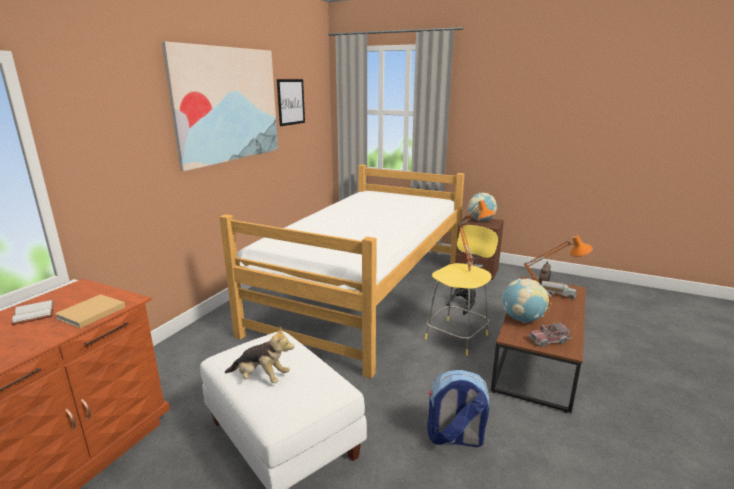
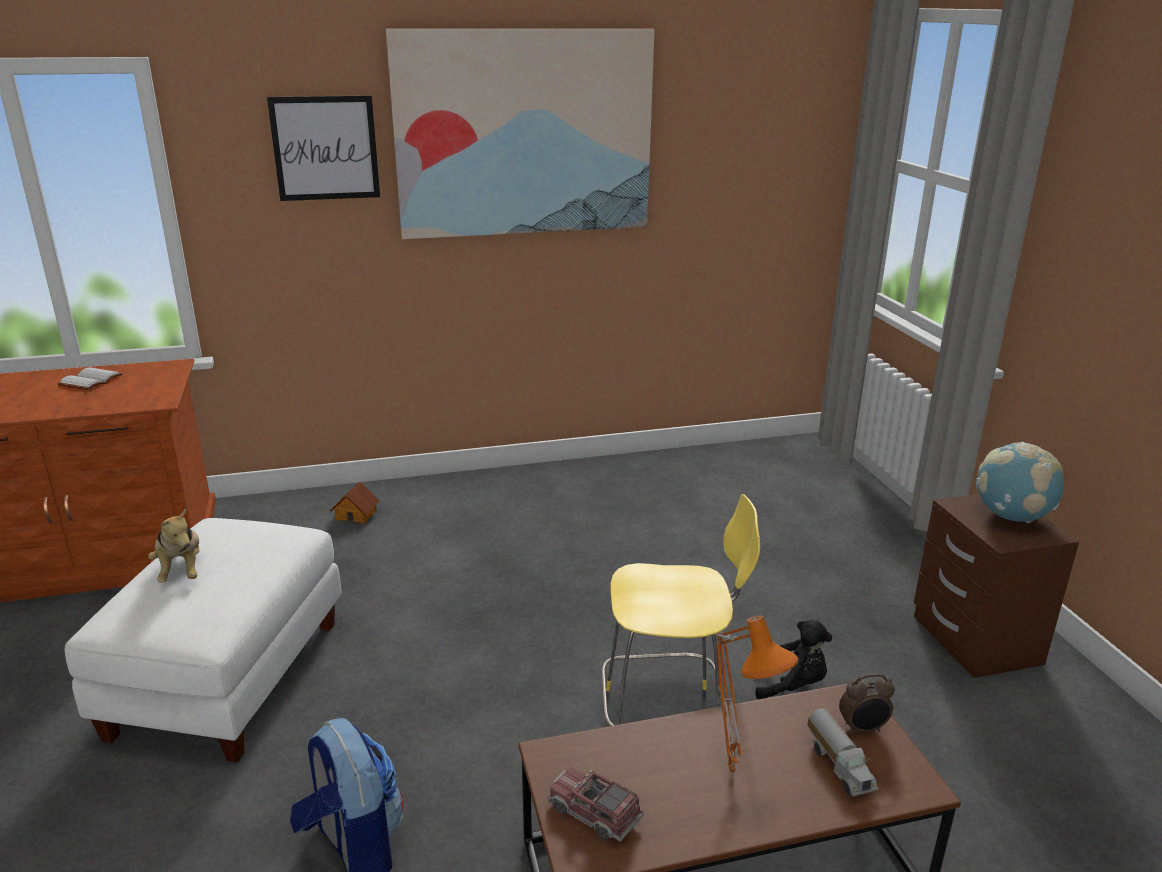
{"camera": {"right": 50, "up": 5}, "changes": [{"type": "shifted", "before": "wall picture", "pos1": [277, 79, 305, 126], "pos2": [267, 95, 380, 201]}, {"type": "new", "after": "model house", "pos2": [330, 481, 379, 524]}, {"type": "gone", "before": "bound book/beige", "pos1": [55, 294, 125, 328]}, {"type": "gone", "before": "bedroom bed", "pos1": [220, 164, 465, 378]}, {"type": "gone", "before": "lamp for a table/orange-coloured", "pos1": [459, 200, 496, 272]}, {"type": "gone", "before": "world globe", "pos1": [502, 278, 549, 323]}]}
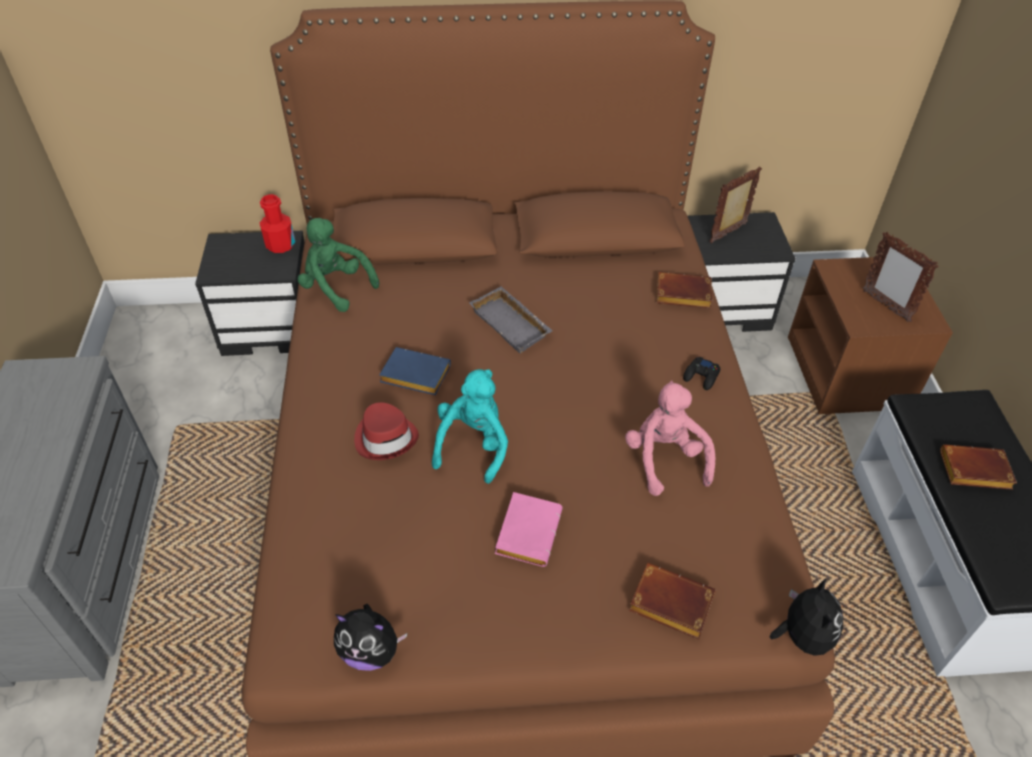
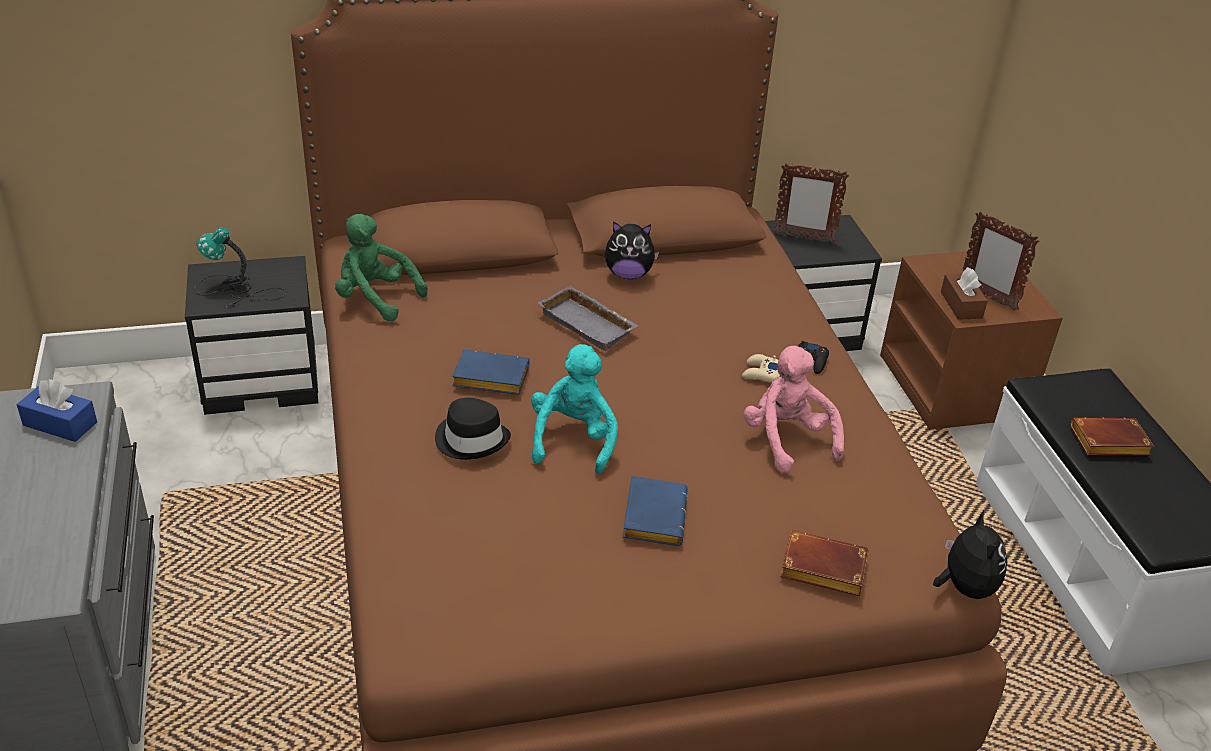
{"camera": {"right": -10, "up": -10}, "changes": [{"type": "new", "after": "tissue holder/blue", "pos2": [17, 379, 97, 442]}, {"type": "new", "after": "lamp for a table", "pos2": [195, 227, 287, 309]}, {"type": "repainted", "before": "clothing hat/red-coloured", "after": "clothing hat/black", "pos1": [354, 402, 419, 460], "pos2": [435, 398, 511, 460]}, {"type": "shifted", "before": "soft toy", "pos1": [334, 604, 407, 671], "pos2": [605, 221, 659, 279]}, {"type": "repainted", "before": "bound book/pinkish", "after": "bound book/blue", "pos1": [495, 492, 563, 567], "pos2": [622, 476, 688, 546]}, {"type": "new", "after": "joypad/beige", "pos2": [742, 354, 780, 383]}, {"type": "rotated", "before": "standing frame", "pos1": [709, 166, 762, 243], "pos2": [774, 163, 849, 243], "turn": -120}, {"type": "new", "after": "tissue holder/brown", "pos2": [941, 267, 988, 320]}, {"type": "gone", "before": "bottle/red-coloured", "pos1": [260, 194, 295, 253]}, {"type": "gone", "before": "bound book/brown", "pos1": [657, 272, 712, 308]}]}
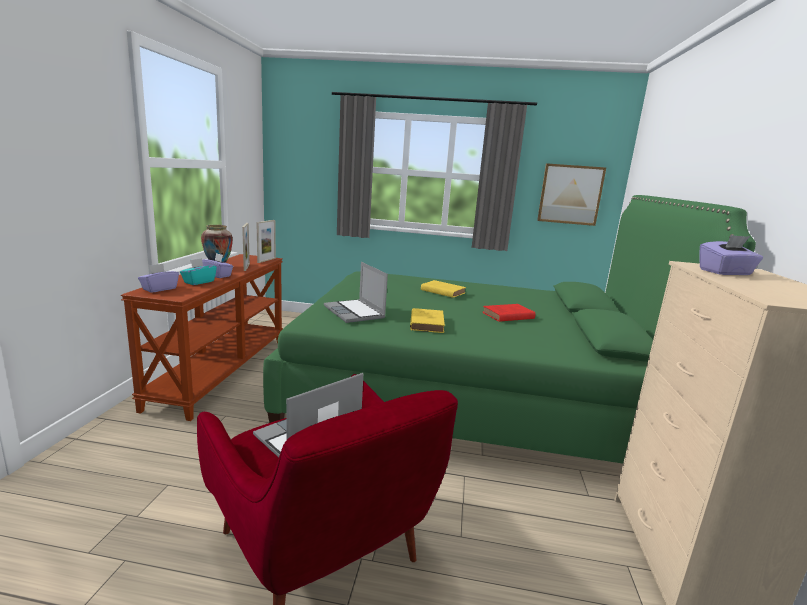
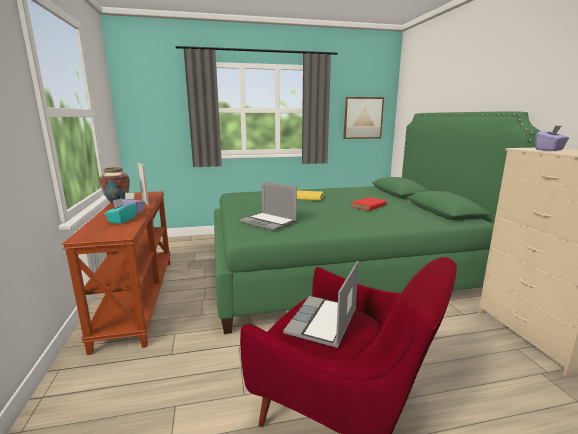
{"camera": {"right": -20, "up": 0}, "changes": [{"type": "gone", "before": "tissue holder/purple-coloured", "pos1": [138, 264, 179, 293]}, {"type": "gone", "before": "standing frame", "pos1": [256, 220, 276, 263]}, {"type": "gone", "before": "bound book/yellowish", "pos1": [410, 308, 445, 333]}]}
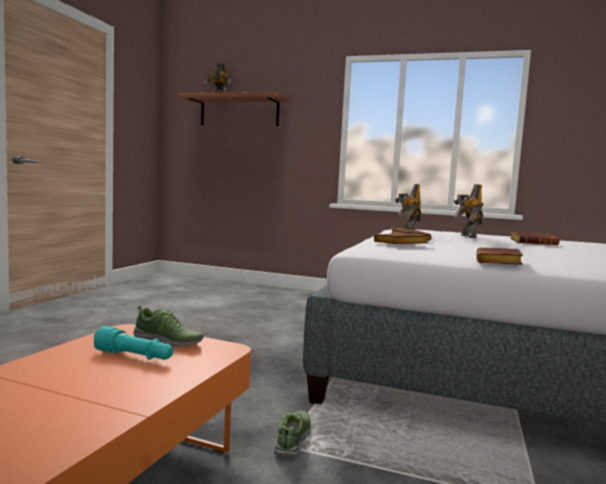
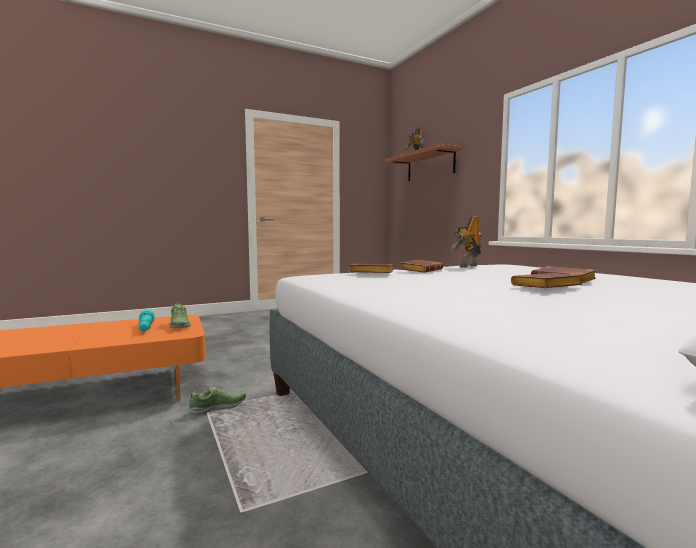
{"camera": {"right": 45, "up": 0}, "changes": [{"type": "shifted", "before": "bound book/brown", "pos1": [476, 247, 523, 265], "pos2": [511, 273, 582, 288]}, {"type": "gone", "before": "toy robot", "pos1": [454, 184, 484, 238]}]}
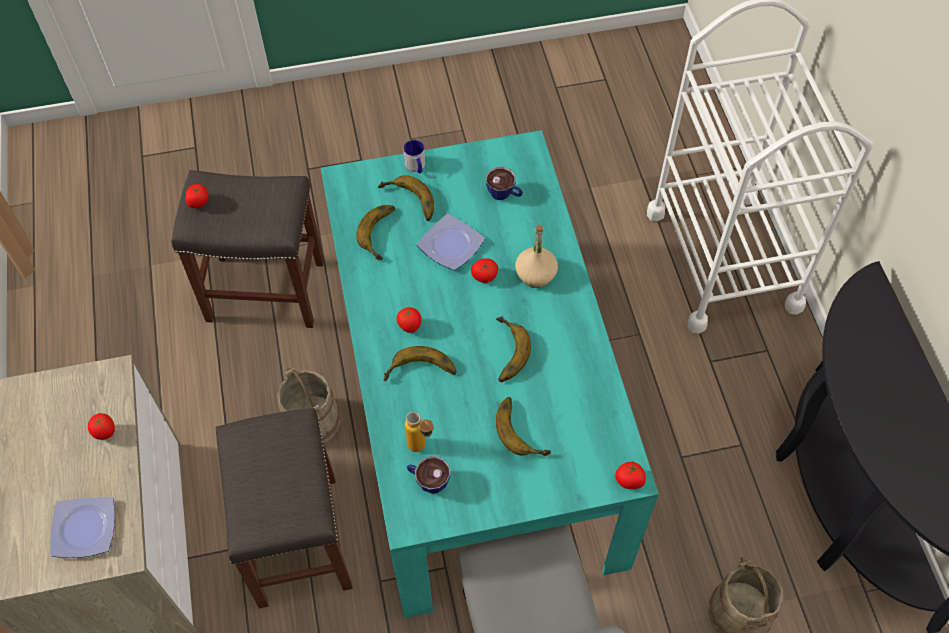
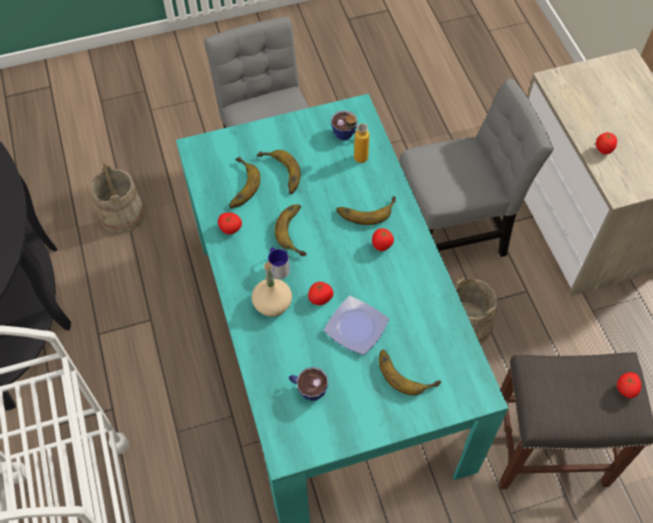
{"camera": {"right": 175, "up": 0}, "changes": [{"type": "shifted", "before": "tomato", "pos1": [615, 461, 646, 489], "pos2": [218, 212, 242, 234]}, {"type": "shifted", "before": "whole banana", "pos1": [356, 205, 395, 260], "pos2": [229, 157, 260, 209]}, {"type": "shifted", "before": "mug", "pos1": [403, 140, 425, 173], "pos2": [268, 247, 290, 279]}, {"type": "swapped", "before": "stool seat/greyish", "after": "chair/greyish", "pos1": [216, 408, 353, 609], "pos2": [399, 79, 553, 257]}, {"type": "gone", "before": "dinner plate", "pos1": [50, 497, 115, 558]}]}
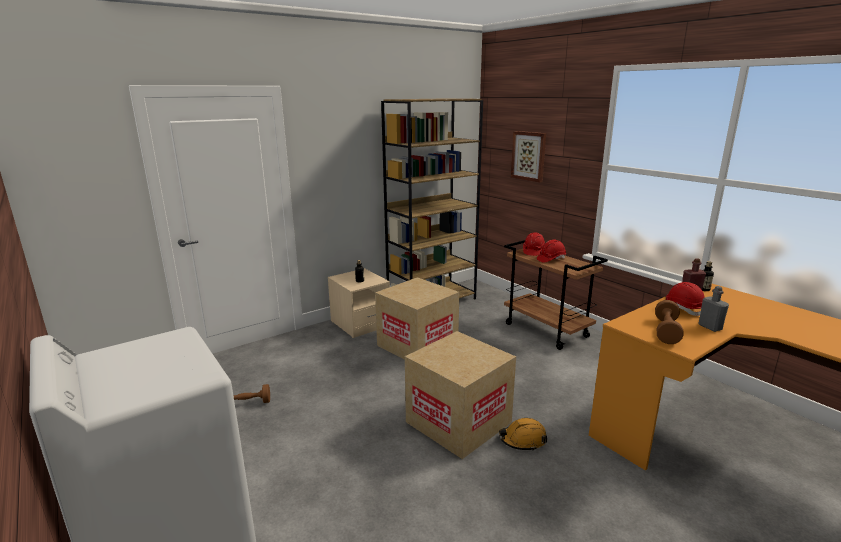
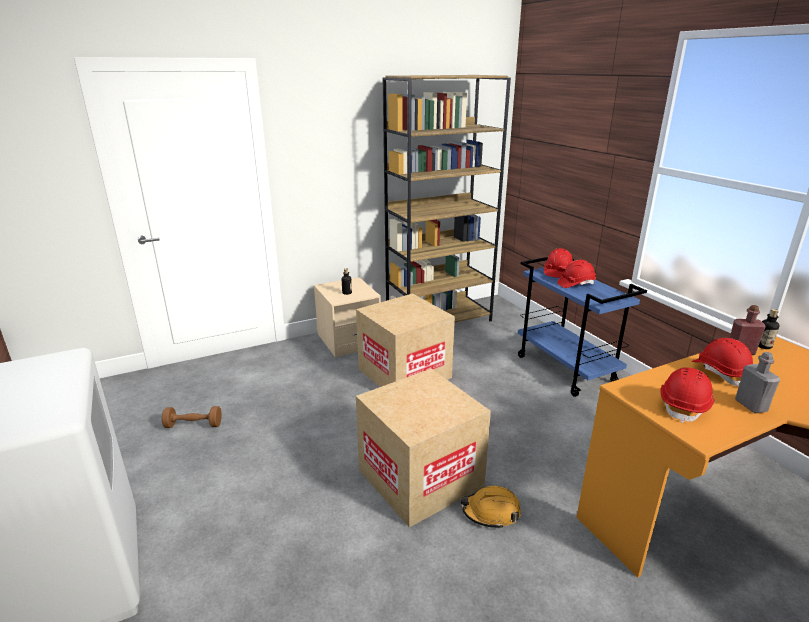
{"camera": {"right": 10, "up": 5}, "changes": [{"type": "repainted", "before": "trolley/brown", "after": "trolley/blue", "pos1": [504, 240, 608, 350], "pos2": [518, 257, 647, 397]}, {"type": "swapped", "before": "hand weight/brown", "after": "safety helmet/red-coloured", "pos1": [655, 300, 684, 344], "pos2": [660, 367, 714, 423]}, {"type": "gone", "before": "wall picture", "pos1": [511, 131, 546, 182]}]}
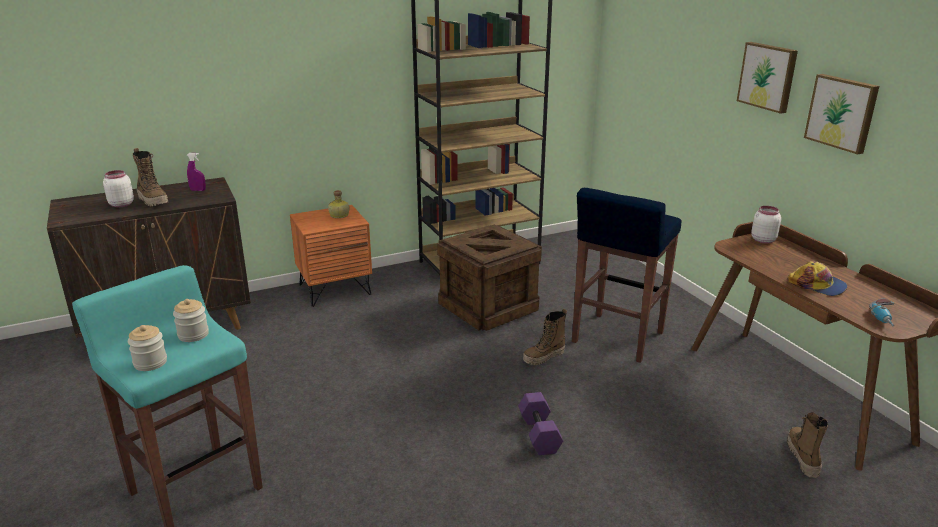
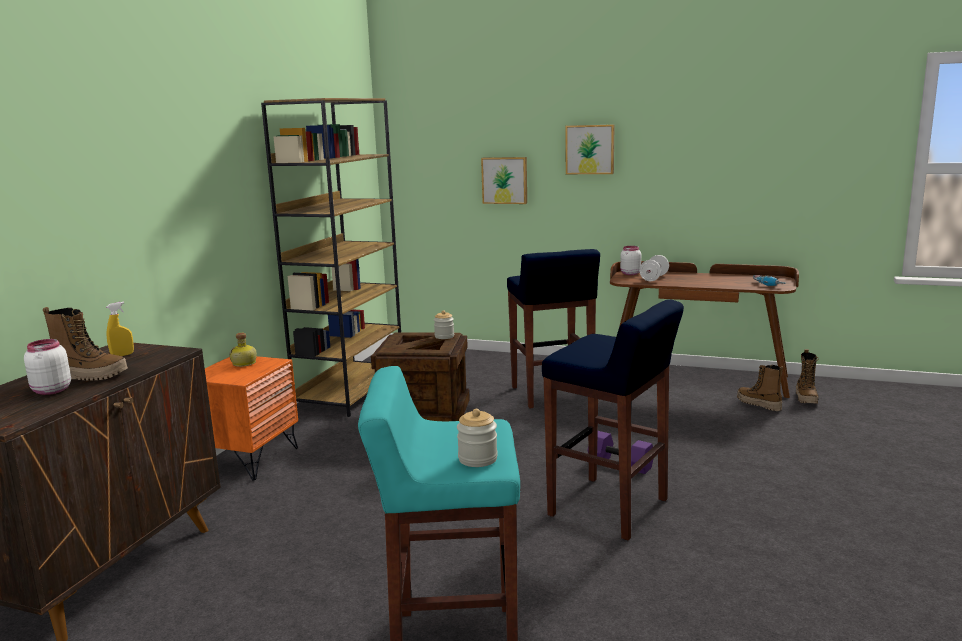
{"camera": {"right": -45, "up": -10}, "changes": [{"type": "repainted", "before": "hand sprayer/purple-coloured", "after": "hand sprayer/yellowish", "pos1": [187, 153, 206, 191], "pos2": [107, 302, 134, 356]}, {"type": "shifted", "before": "preserve jar", "pos1": [173, 299, 209, 342], "pos2": [434, 310, 454, 339]}, {"type": "shifted", "before": "wall picture", "pos1": [804, 74, 879, 154], "pos2": [481, 157, 527, 204]}, {"type": "new", "after": "stool seat/blue", "pos2": [542, 299, 684, 540]}, {"type": "new", "after": "hand weight/white", "pos2": [639, 255, 669, 281]}, {"type": "shifted", "before": "high-top boot", "pos1": [523, 309, 567, 365], "pos2": [796, 349, 819, 404]}, {"type": "gone", "before": "baseball cap", "pos1": [788, 261, 848, 296]}]}
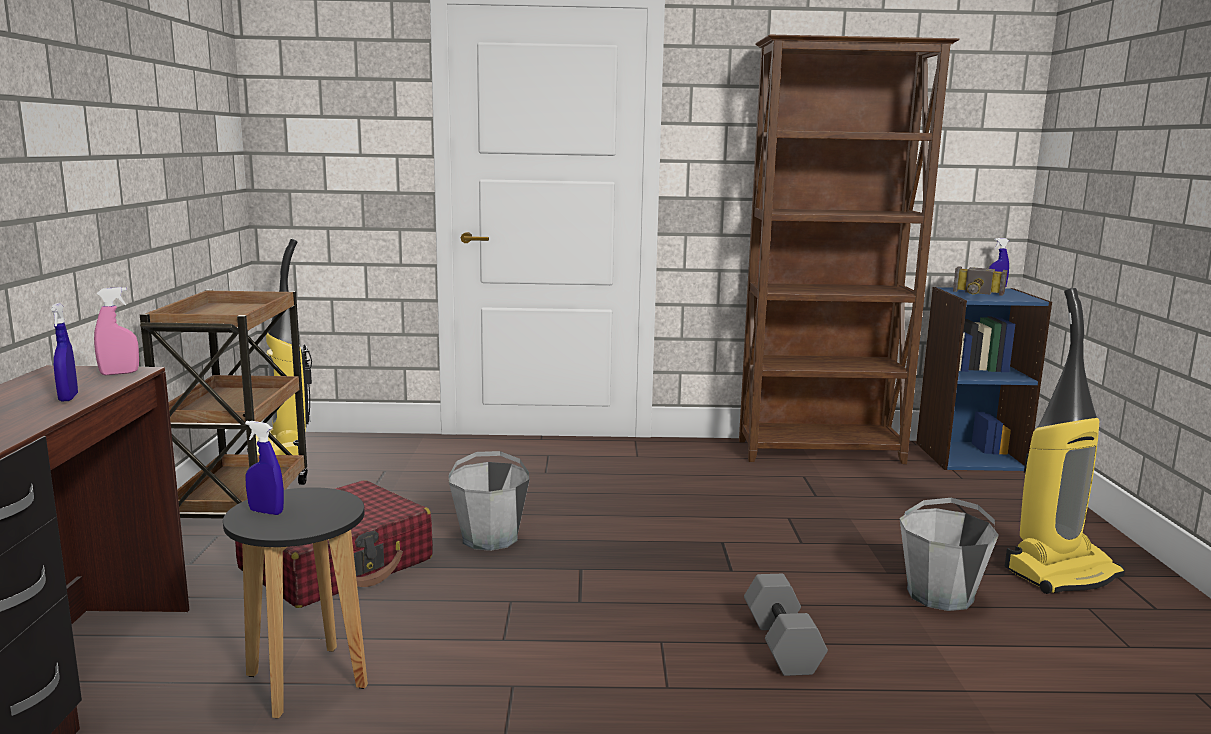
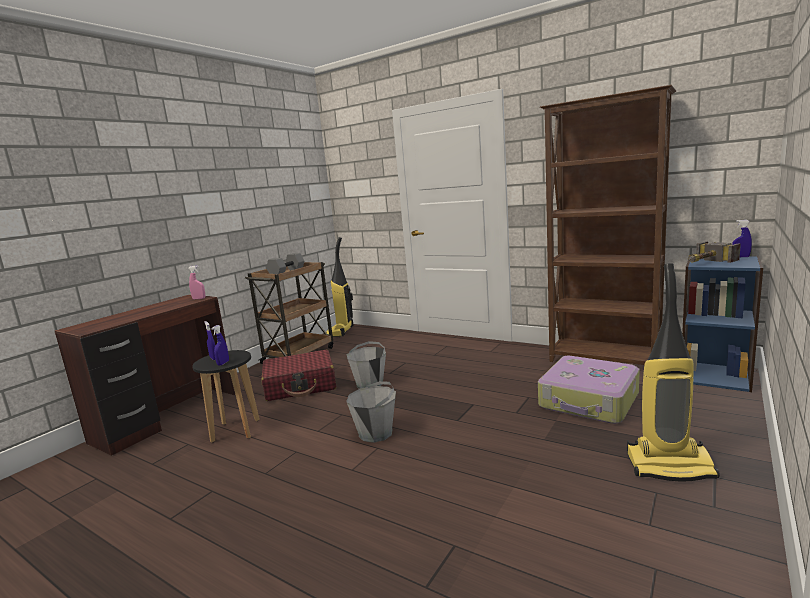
{"camera": {"right": 35, "up": 0}, "changes": [{"type": "shifted", "before": "hand sprayer/blue", "pos1": [51, 303, 78, 401], "pos2": [211, 325, 229, 366]}, {"type": "shifted", "before": "hand weight/greyish", "pos1": [744, 574, 828, 676], "pos2": [266, 253, 304, 274]}, {"type": "shifted", "before": "pail/greyish", "pos1": [899, 498, 999, 611], "pos2": [346, 381, 396, 443]}, {"type": "new", "after": "suitcase", "pos2": [538, 356, 640, 424]}]}
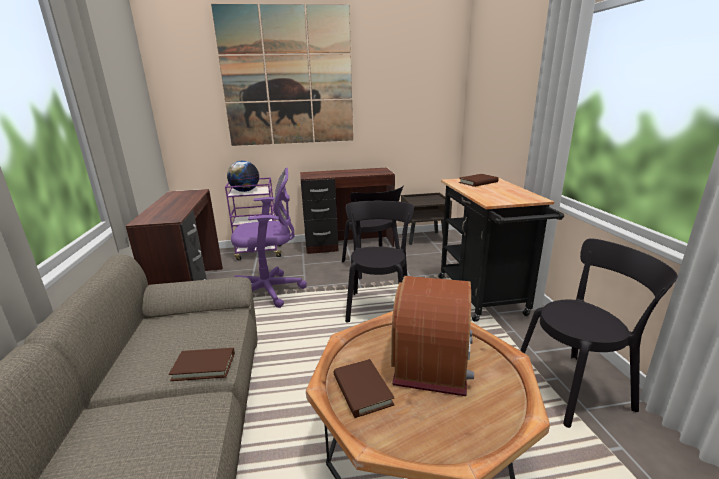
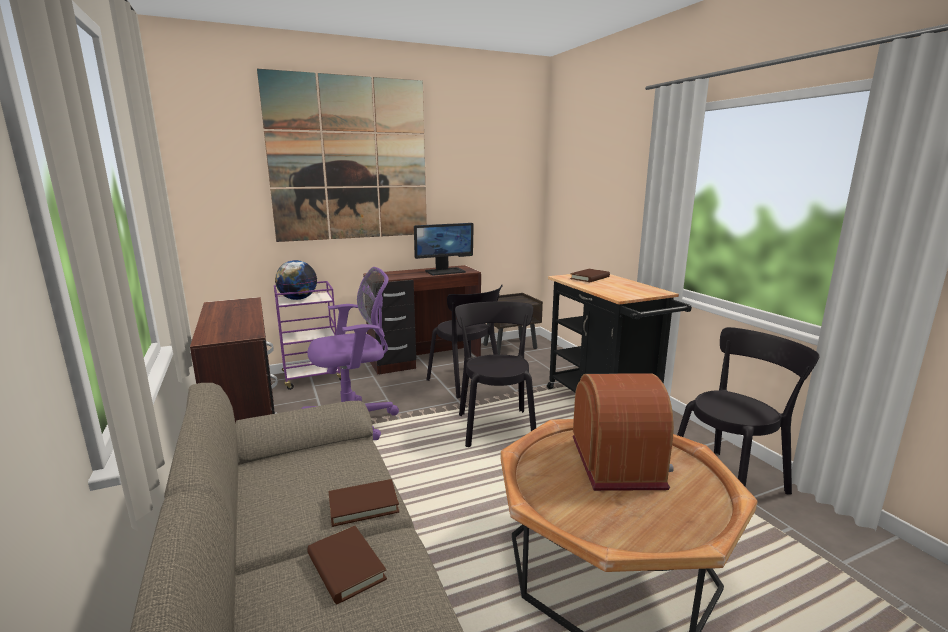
{"camera": {"right": -15, "up": -5}, "changes": [{"type": "shifted", "before": "bound book/brown", "pos1": [334, 359, 395, 418], "pos2": [307, 526, 387, 604]}, {"type": "new", "after": "computer display", "pos2": [414, 223, 474, 275]}]}
